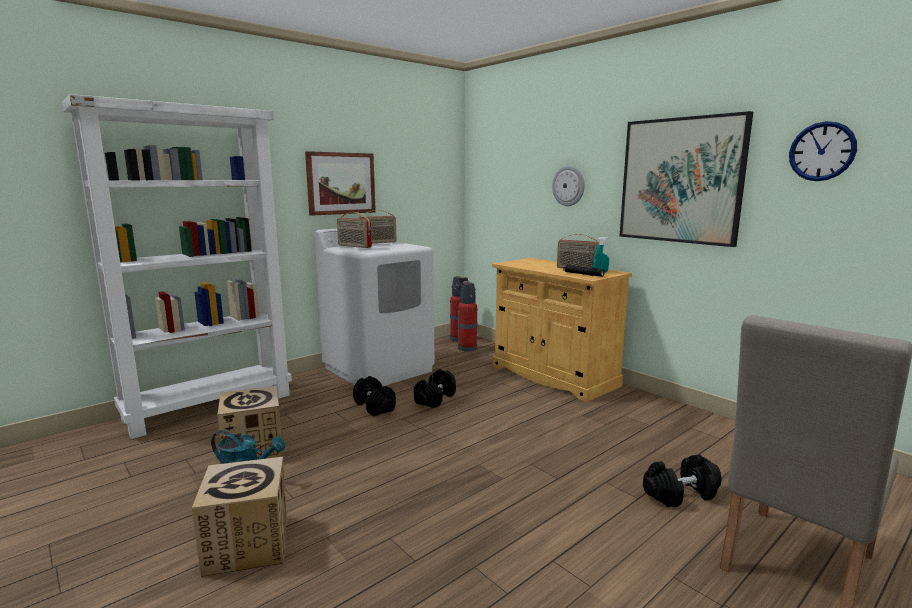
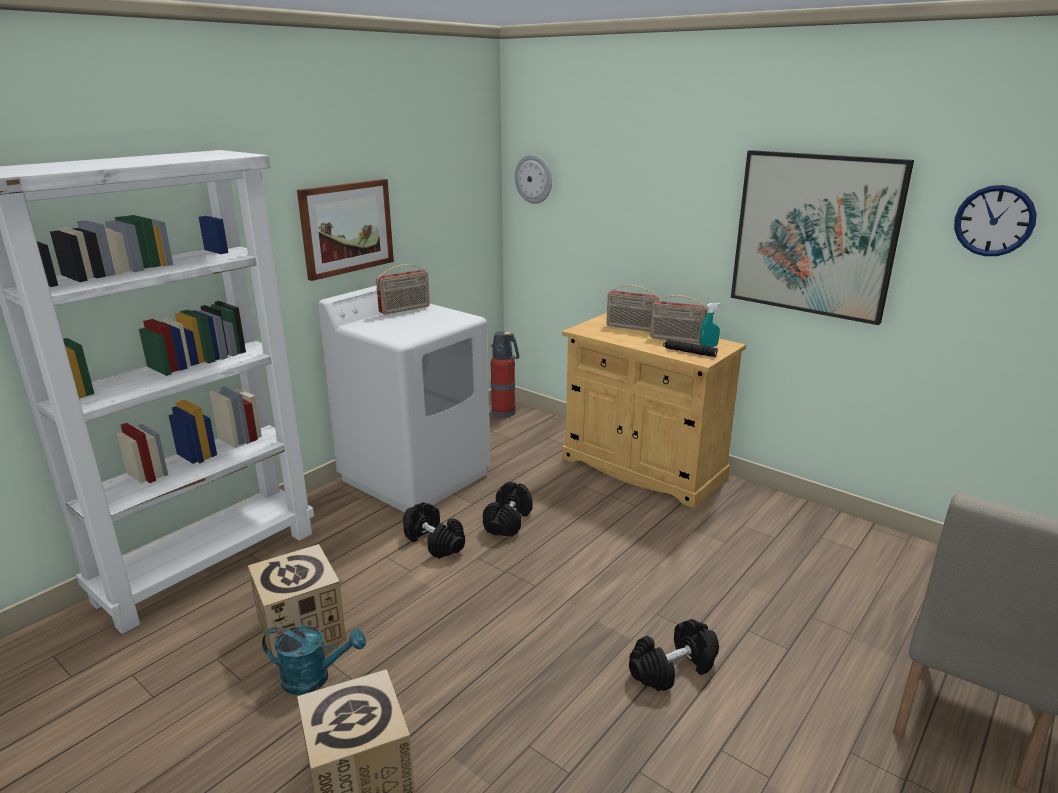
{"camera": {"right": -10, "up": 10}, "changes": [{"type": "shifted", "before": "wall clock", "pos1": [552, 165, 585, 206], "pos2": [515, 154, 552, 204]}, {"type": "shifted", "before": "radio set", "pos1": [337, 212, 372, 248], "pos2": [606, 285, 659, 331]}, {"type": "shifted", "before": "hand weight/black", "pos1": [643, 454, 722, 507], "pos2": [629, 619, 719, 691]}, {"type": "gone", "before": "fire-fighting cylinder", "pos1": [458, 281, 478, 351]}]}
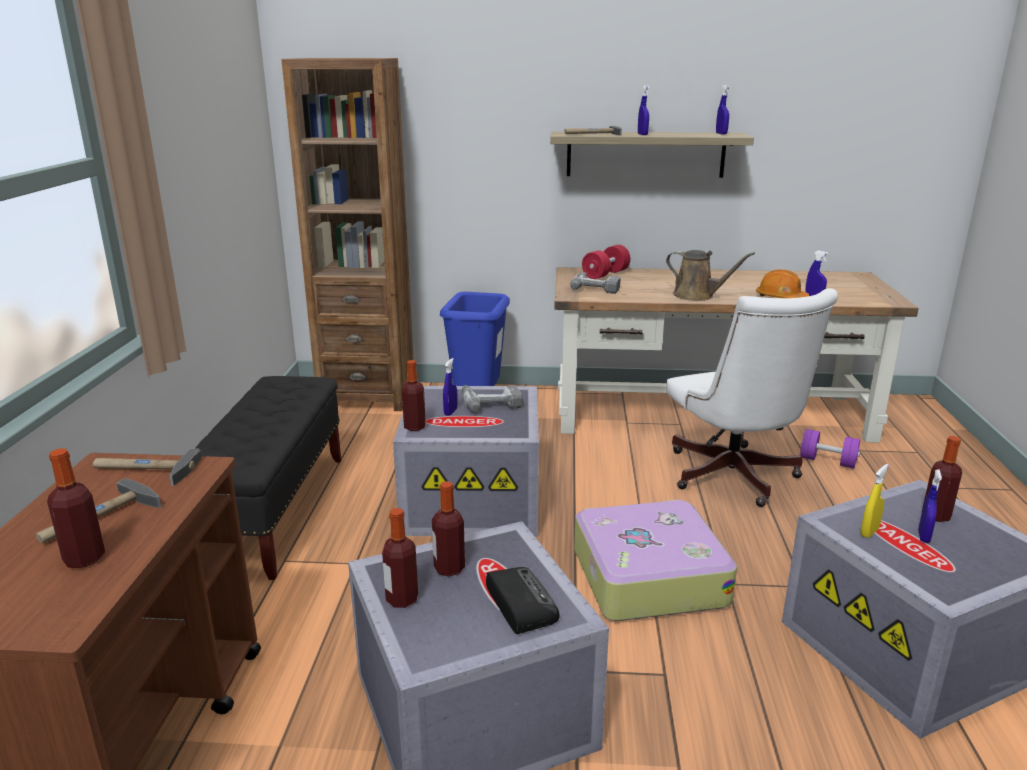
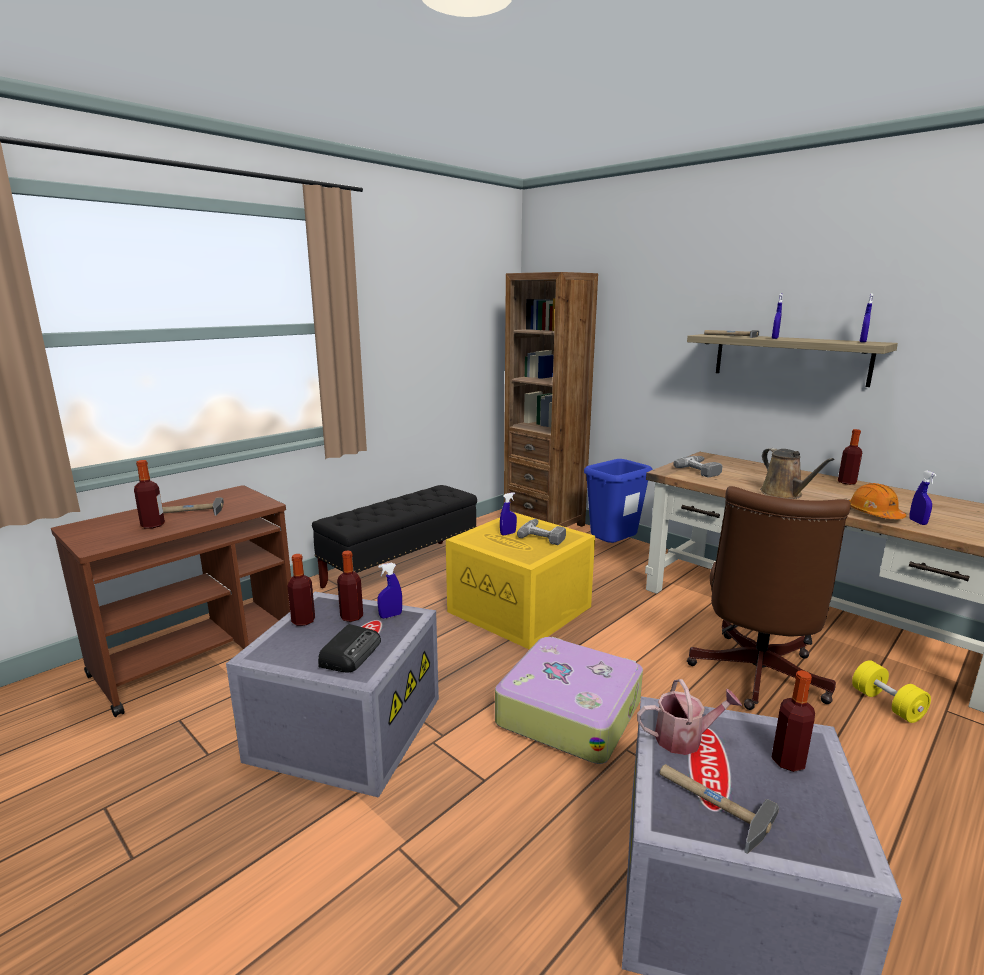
{"camera": {"right": 40, "up": -5}, "changes": [{"type": "shifted", "before": "hand sprayer/blue", "pos1": [918, 469, 942, 543], "pos2": [377, 563, 402, 618]}, {"type": "repainted", "before": "storage box/greyish", "after": "storage box/yellowish", "pos1": [393, 386, 539, 537], "pos2": [446, 512, 595, 650]}, {"type": "swapped", "before": "hand sprayer/yellowish", "after": "watering can", "pos1": [861, 464, 889, 538], "pos2": [637, 679, 742, 755]}, {"type": "shifted", "before": "hand hammer", "pos1": [93, 448, 202, 486], "pos2": [659, 764, 779, 854]}, {"type": "repainted", "before": "desk chair/white", "after": "desk chair/brown", "pos1": [666, 288, 838, 507], "pos2": [687, 486, 851, 710]}, {"type": "shifted", "before": "bottle", "pos1": [402, 360, 426, 431], "pos2": [838, 429, 862, 485]}, {"type": "repainted", "before": "hand weight/purple-coloured", "after": "hand weight/yellowish", "pos1": [800, 429, 860, 469], "pos2": [852, 660, 931, 723]}, {"type": "gone", "before": "hand weight/red-coloured", "pos1": [582, 245, 630, 279]}]}
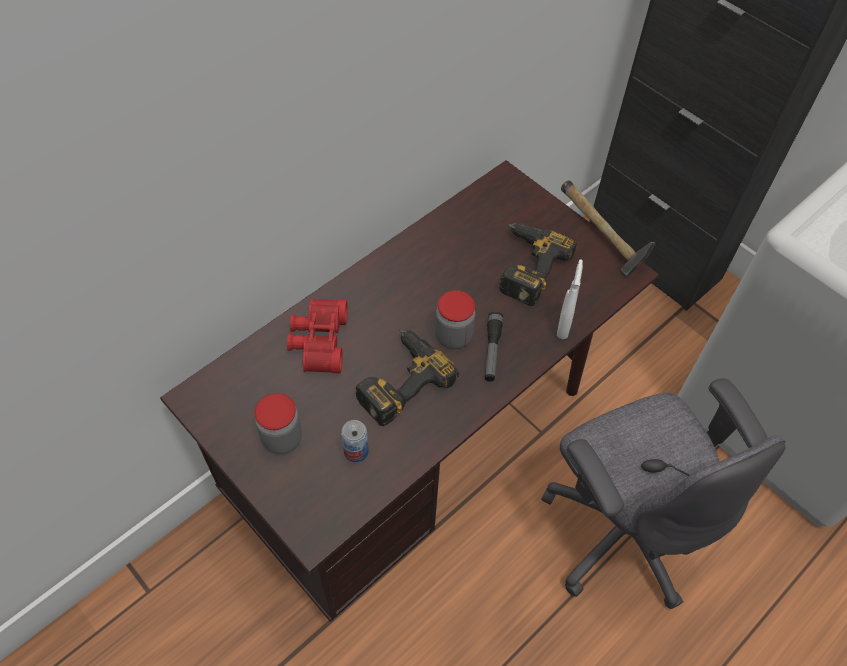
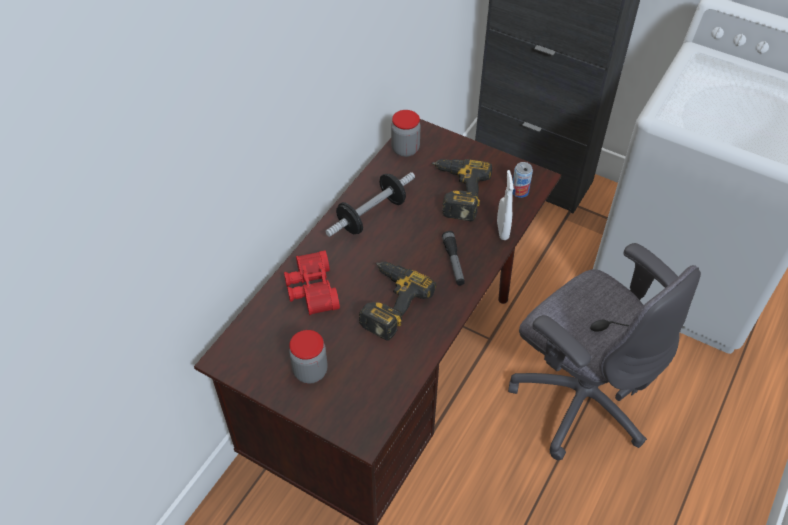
{"camera": {"right": -15, "up": -5}, "changes": [{"type": "new", "after": "hand weight", "pos2": [325, 172, 415, 237]}, {"type": "shifted", "before": "preserve jar", "pos1": [435, 290, 476, 349], "pos2": [391, 110, 421, 157]}, {"type": "shifted", "before": "metal can", "pos1": [341, 420, 369, 462], "pos2": [513, 162, 533, 198]}, {"type": "gone", "before": "hand hammer", "pos1": [561, 180, 656, 276]}]}
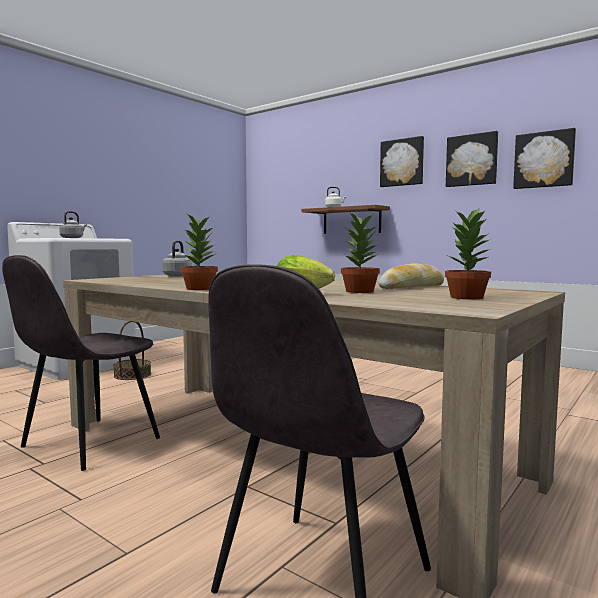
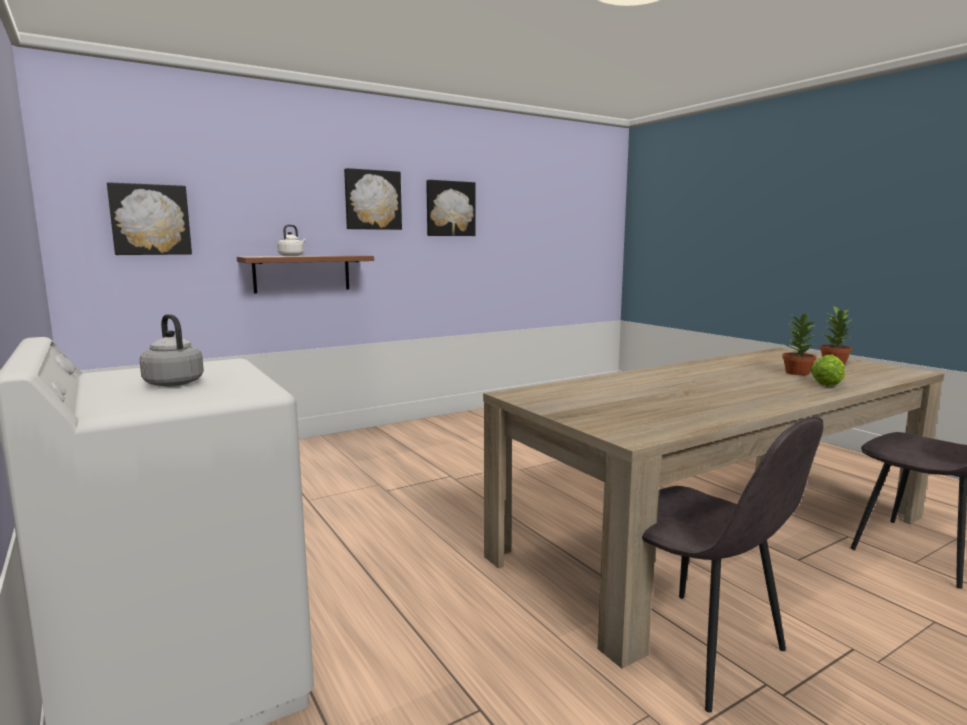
{"camera": {"right": -70, "up": 5}, "changes": [{"type": "shifted", "before": "wall picture", "pos1": [513, 128, 576, 189], "pos2": [107, 182, 192, 255]}, {"type": "gone", "before": "household basket", "pos1": [113, 321, 151, 380]}, {"type": "gone", "before": "water kettle/greyish", "pos1": [162, 240, 191, 276]}, {"type": "gone", "before": "houseplant", "pos1": [181, 214, 218, 290]}, {"type": "gone", "before": "bread", "pos1": [378, 263, 444, 289]}]}
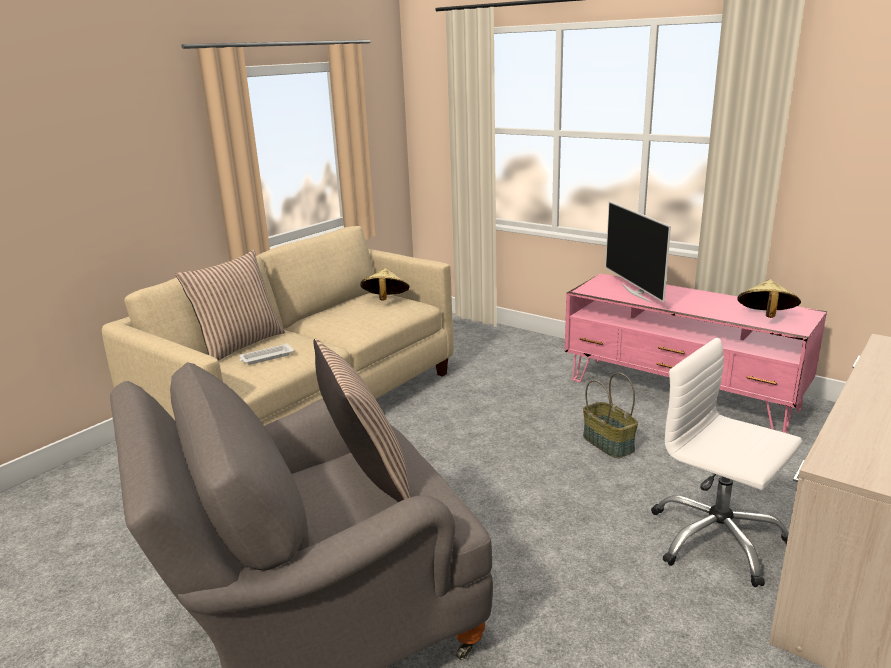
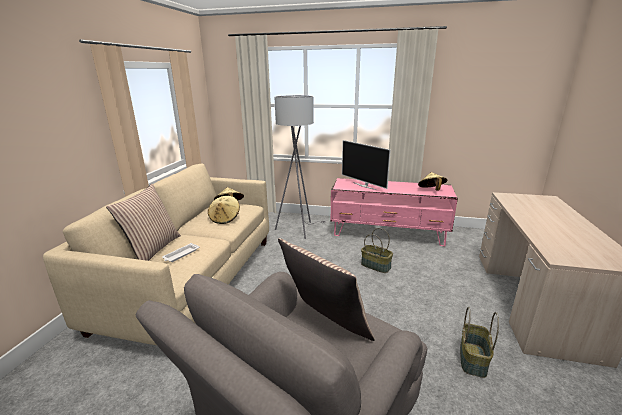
{"camera": {"right": -25, "up": 0}, "changes": [{"type": "new", "after": "clothing hat/beige", "pos2": [208, 196, 240, 224]}, {"type": "new", "after": "standing lamp/greyish", "pos2": [274, 95, 326, 239]}, {"type": "new", "after": "household basket", "pos2": [460, 307, 499, 378]}, {"type": "gone", "before": "desk chair/white", "pos1": [651, 338, 802, 587]}]}
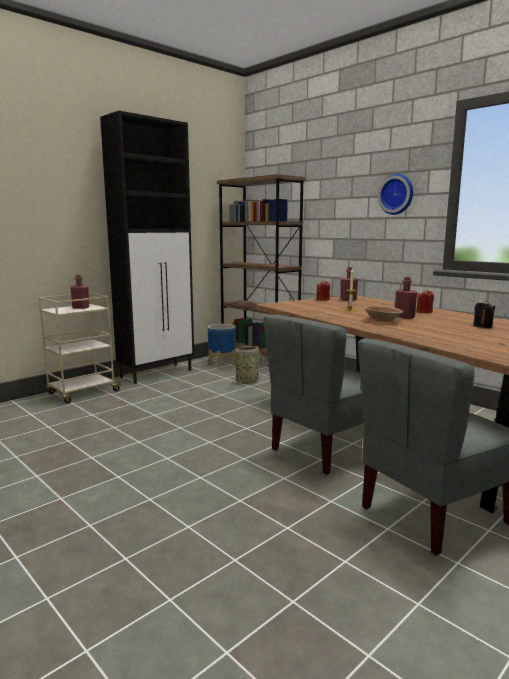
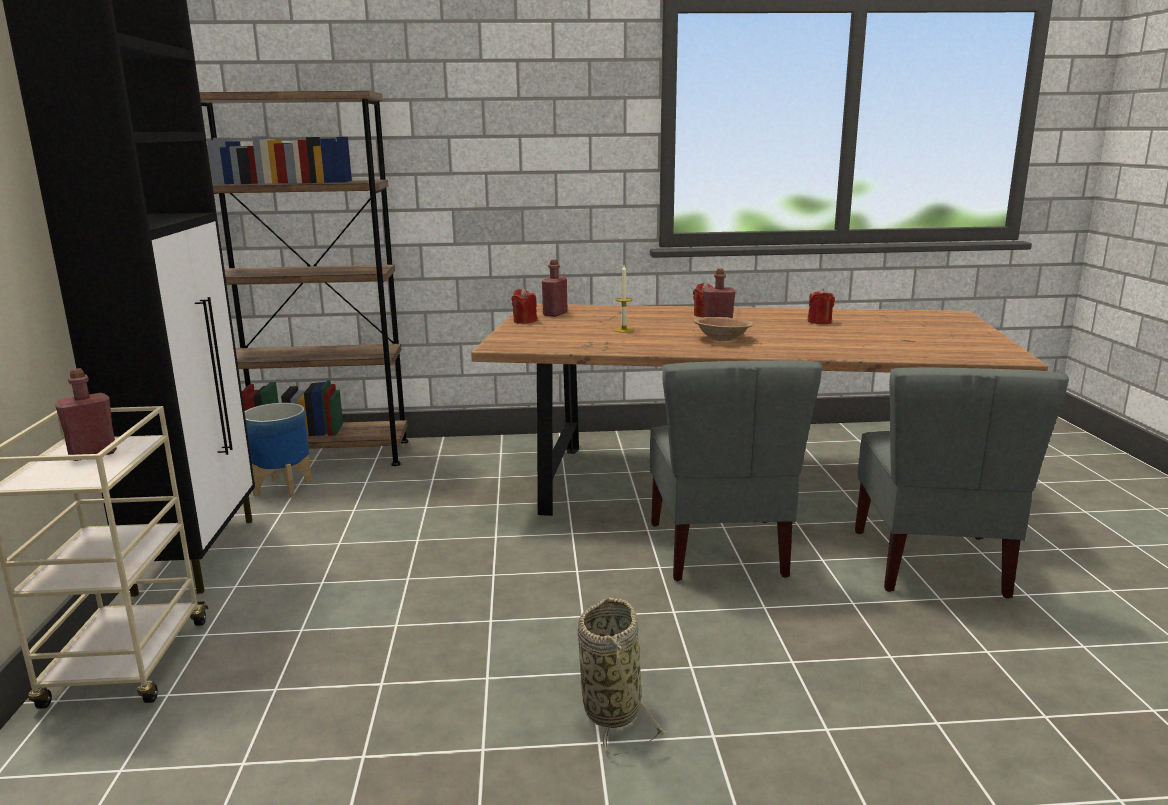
{"camera": {"right": -50, "up": 5}, "changes": [{"type": "shifted", "before": "household basket", "pos1": [229, 346, 269, 385], "pos2": [578, 598, 667, 756]}, {"type": "repainted", "before": "wax candle/black", "after": "wax candle/red-coloured", "pos1": [473, 300, 495, 328], "pos2": [808, 288, 835, 324]}, {"type": "gone", "before": "wall clock", "pos1": [378, 174, 413, 215]}]}
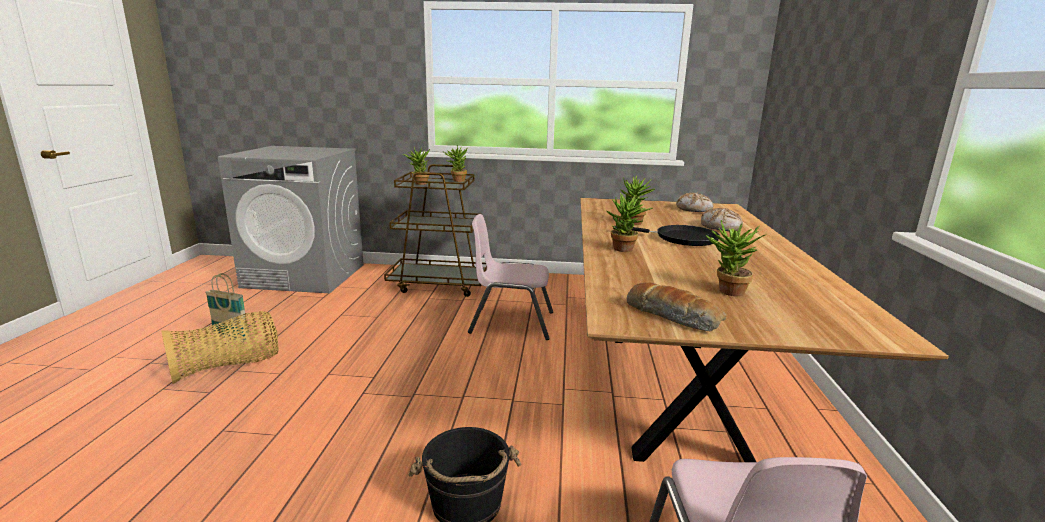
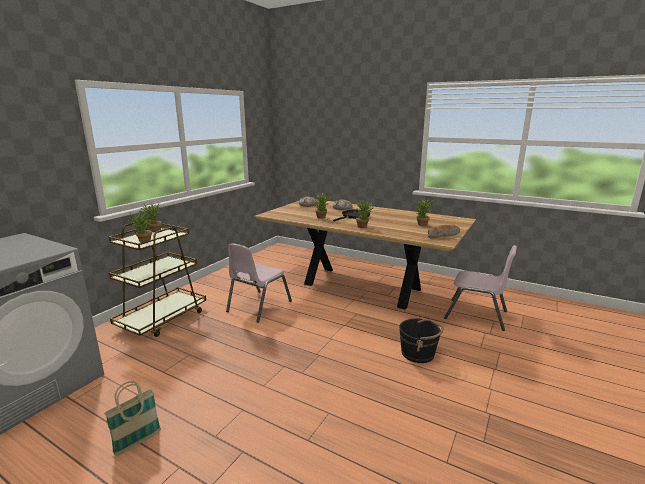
{"camera": {"right": -65, "up": 0}, "changes": [{"type": "gone", "before": "household basket", "pos1": [161, 311, 278, 384]}]}
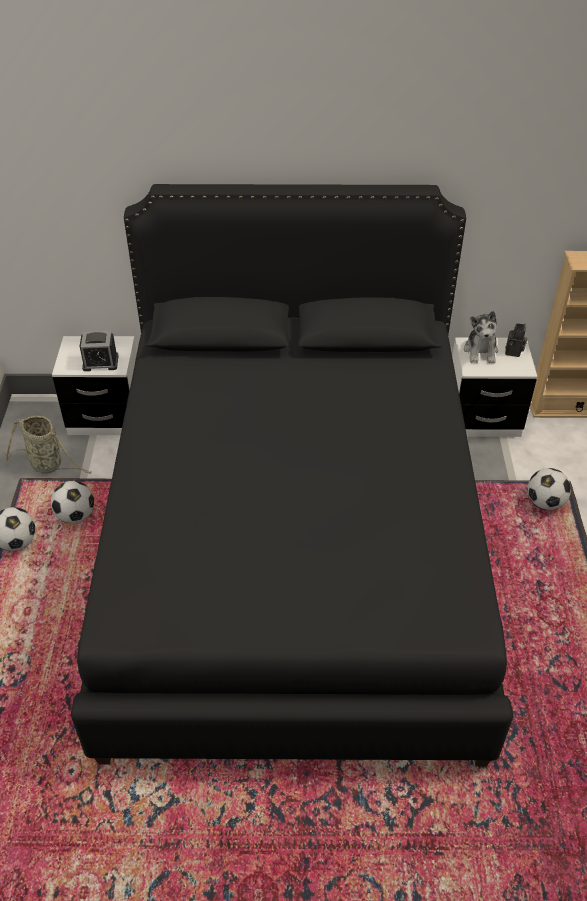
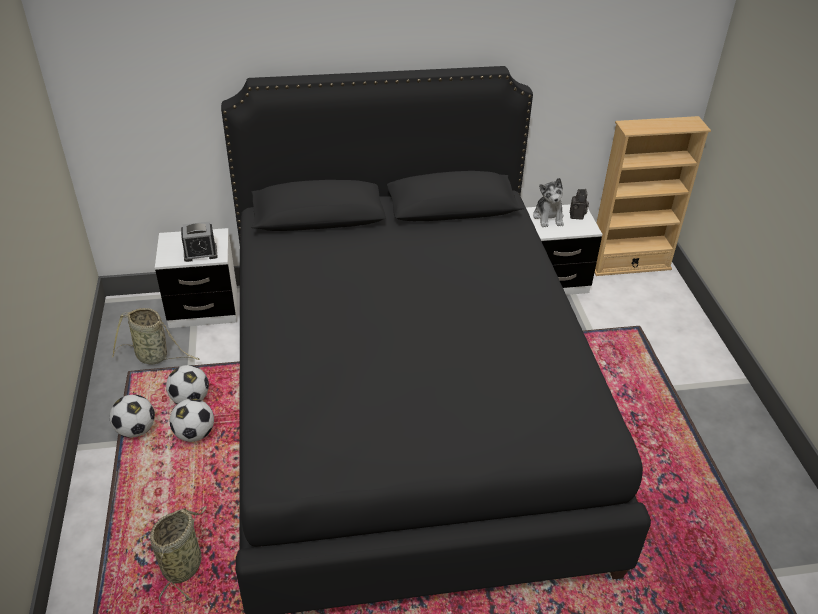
{"camera": {"right": -10, "up": -5}, "changes": [{"type": "new", "after": "household basket", "pos2": [150, 506, 207, 606]}, {"type": "shifted", "before": "football ball", "pos1": [528, 468, 571, 510], "pos2": [169, 398, 214, 442]}]}
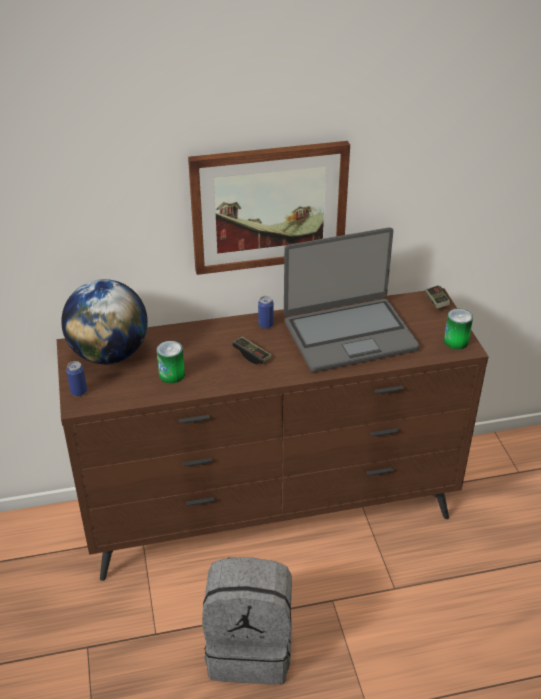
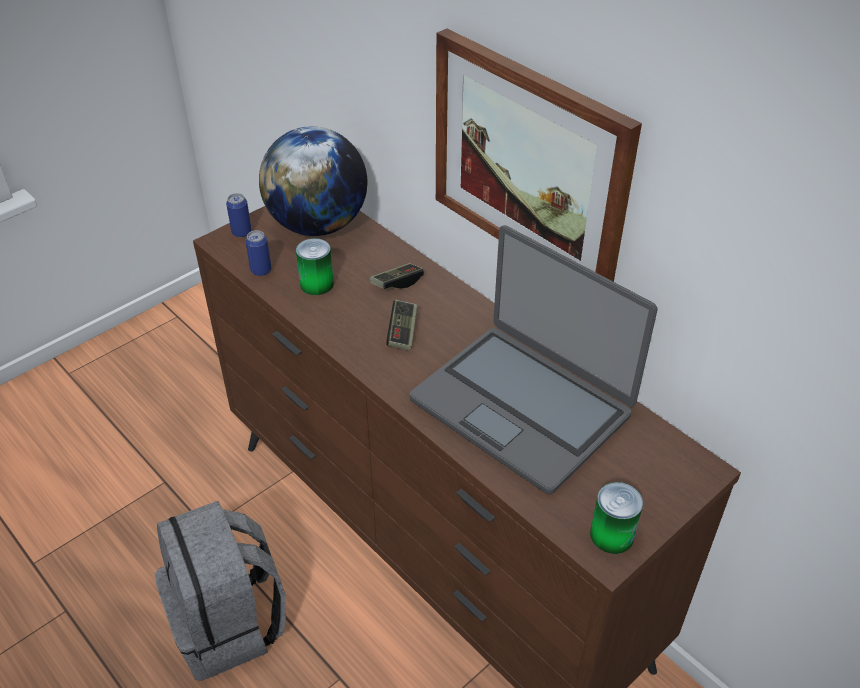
{"camera": {"right": 60, "up": 5}, "changes": [{"type": "shifted", "before": "metal can", "pos1": [258, 296, 274, 329], "pos2": [245, 230, 271, 276]}, {"type": "shifted", "before": "joypad", "pos1": [425, 285, 451, 309], "pos2": [370, 263, 424, 289]}]}
